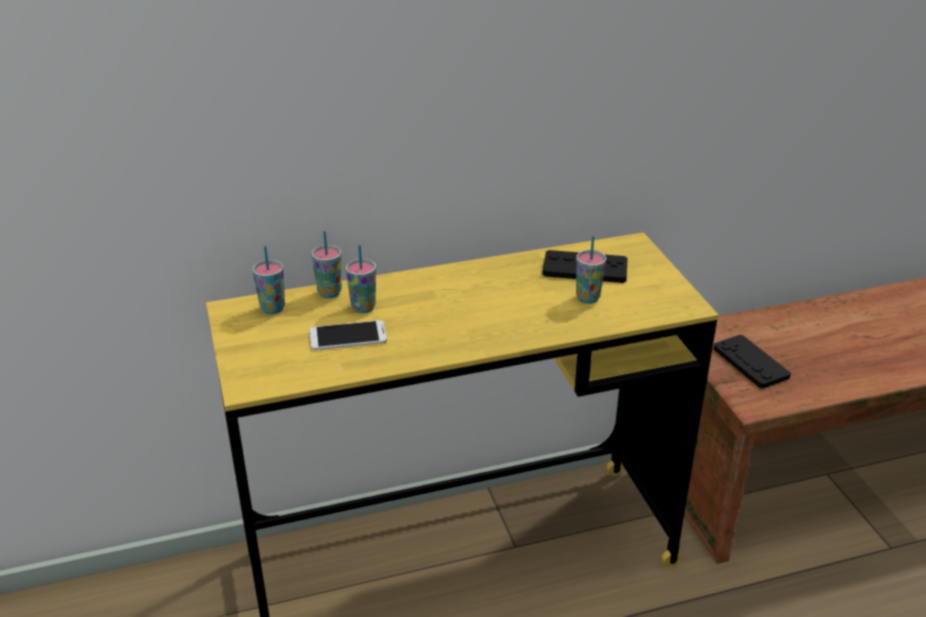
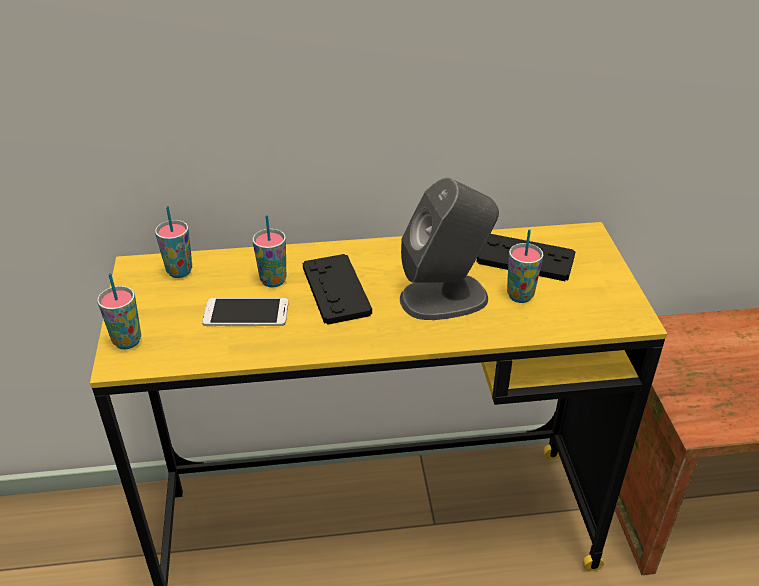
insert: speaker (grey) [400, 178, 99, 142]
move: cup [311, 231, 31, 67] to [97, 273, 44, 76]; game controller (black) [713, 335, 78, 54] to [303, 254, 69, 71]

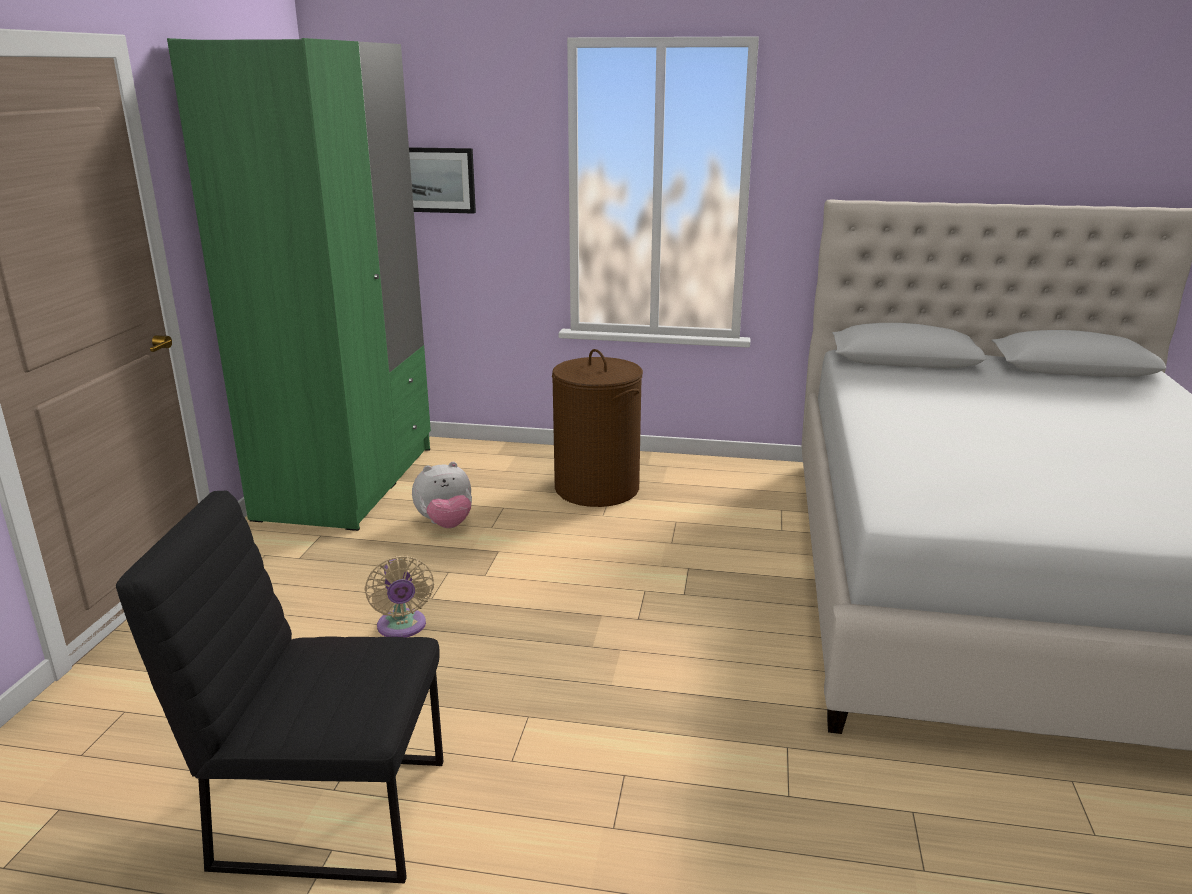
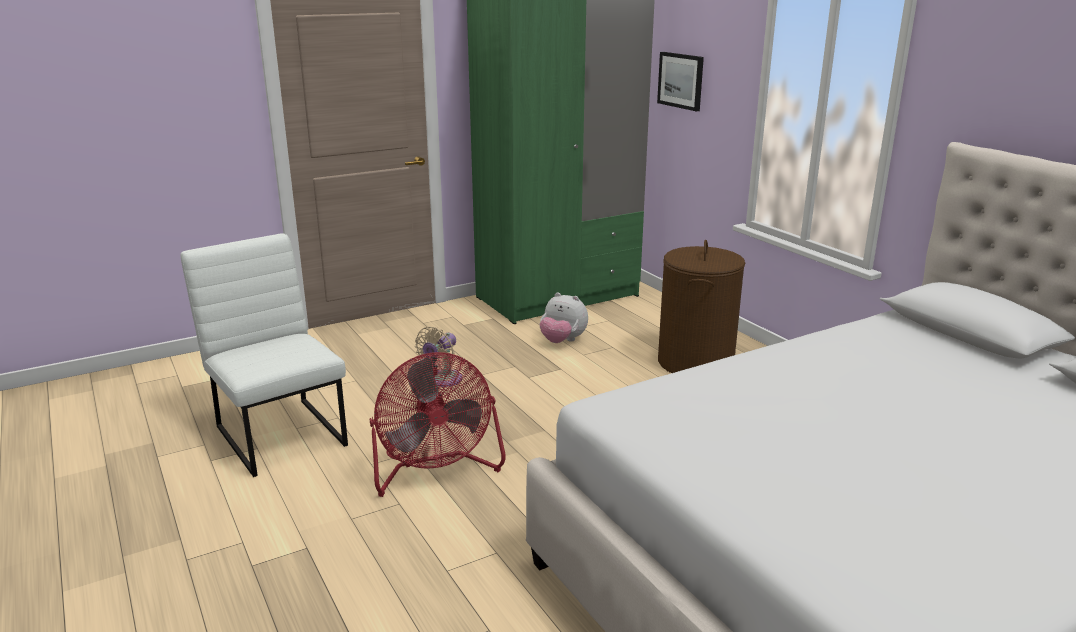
insert: fan (red) [370, 352, 136, 145]
recolor: chair (black) [116, 491, 327, 392] to chair (white) [181, 233, 167, 244]

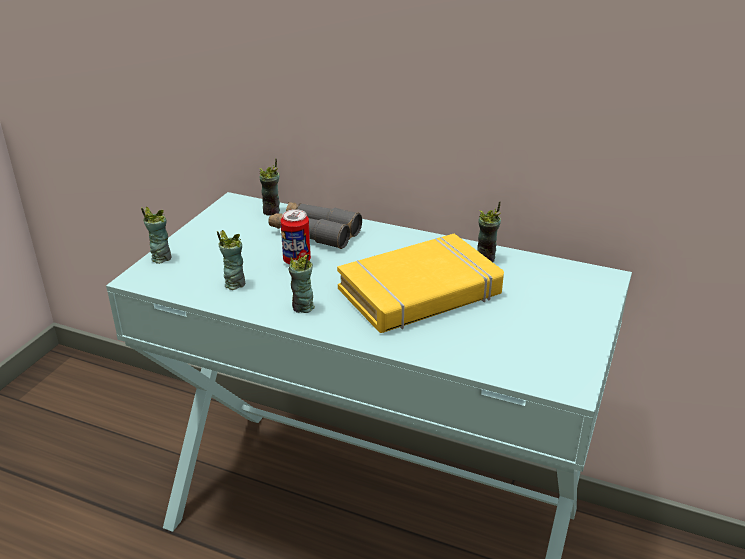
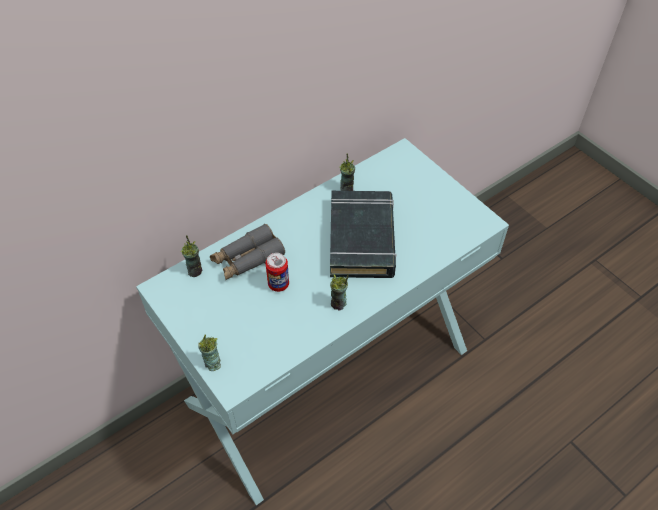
delete: cup [217, 230, 29, 60]
recolor: book (yellow) [337, 234, 167, 99] to book (black) [330, 191, 66, 87]

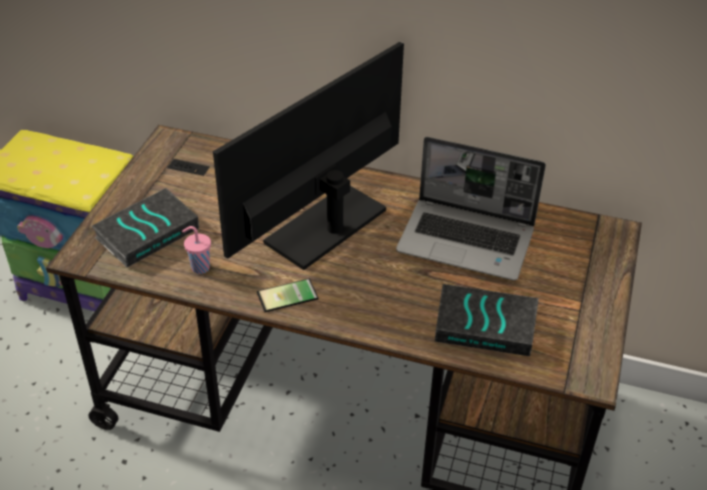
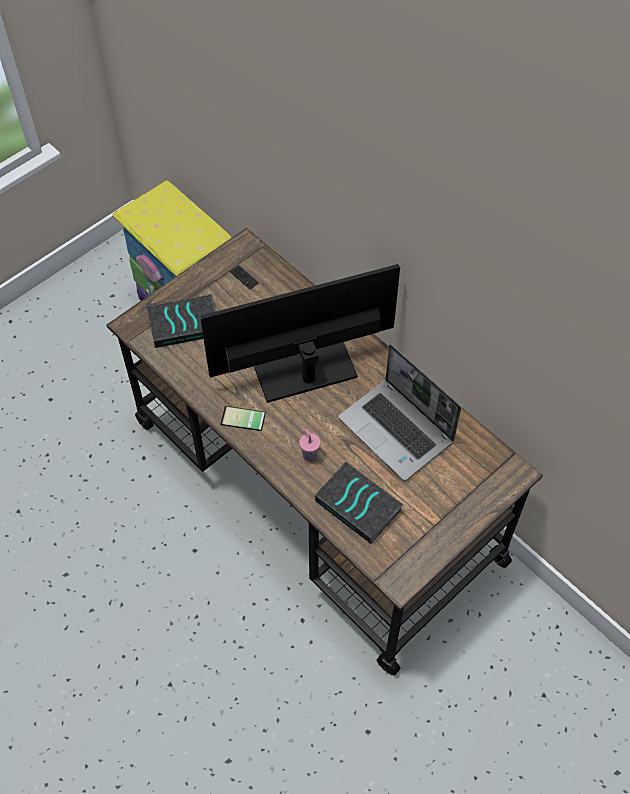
move: cup (pink) [182, 226, 29, 48] to [299, 429, 21, 33]

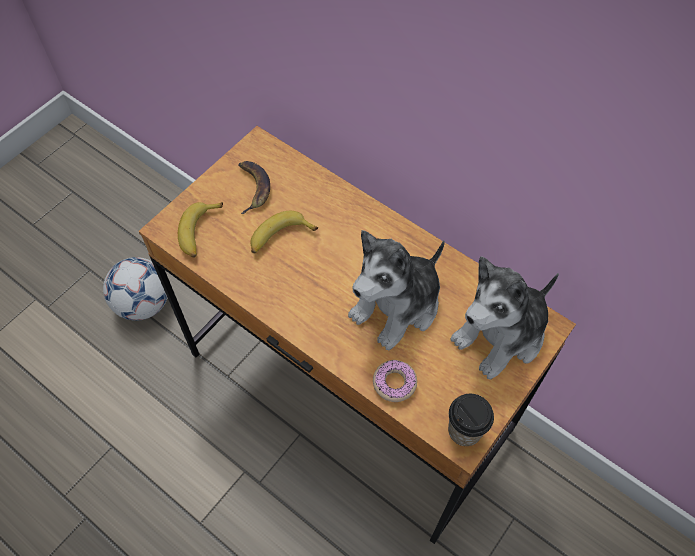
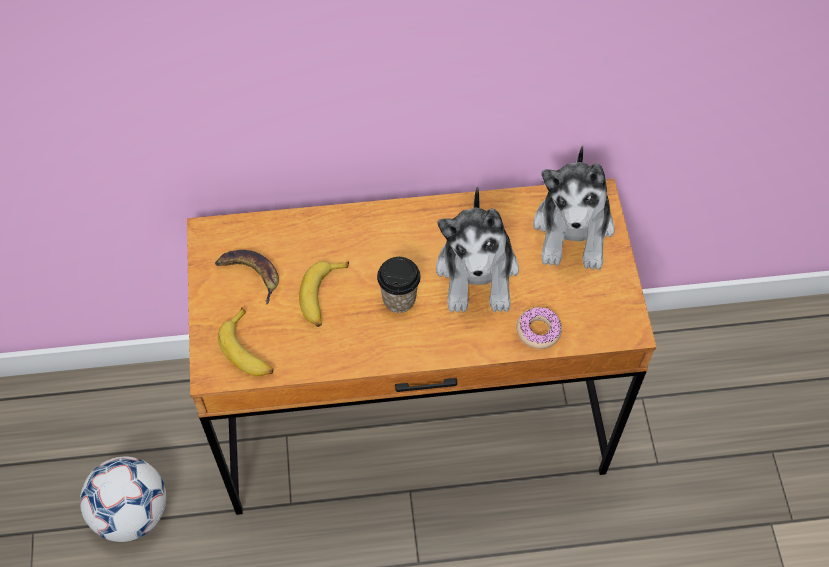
move: cup [448, 394, 46, 52] to [377, 257, 44, 56]

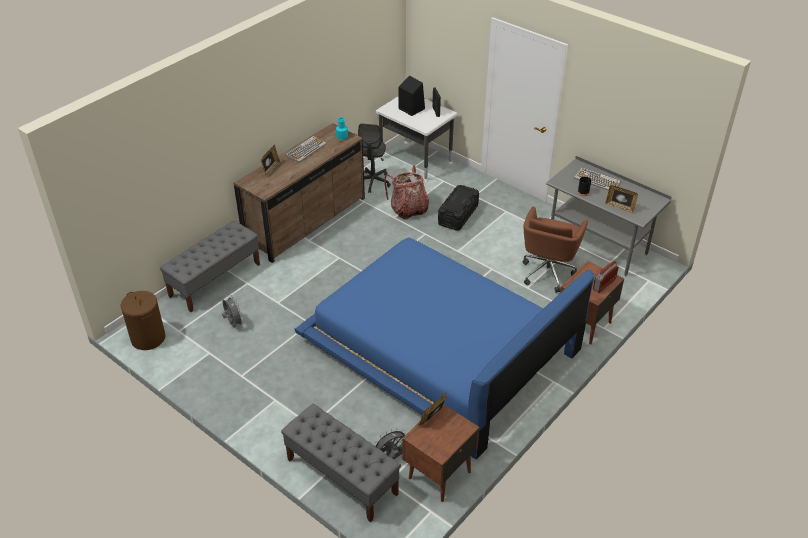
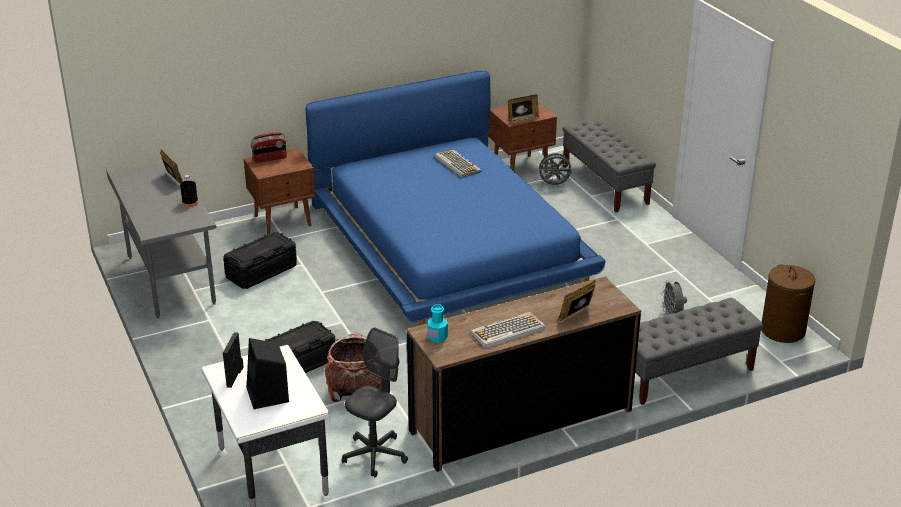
move: keyboard [574, 167, 47, 24] to [435, 150, 47, 28]
replace: office chair (brown) [523, 207, 65, 86] to storage box (black) [223, 232, 74, 57]

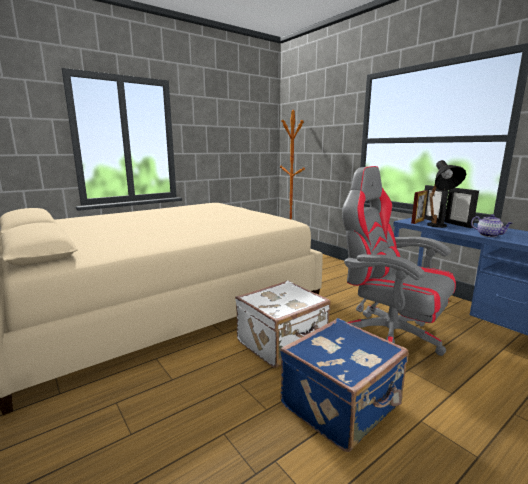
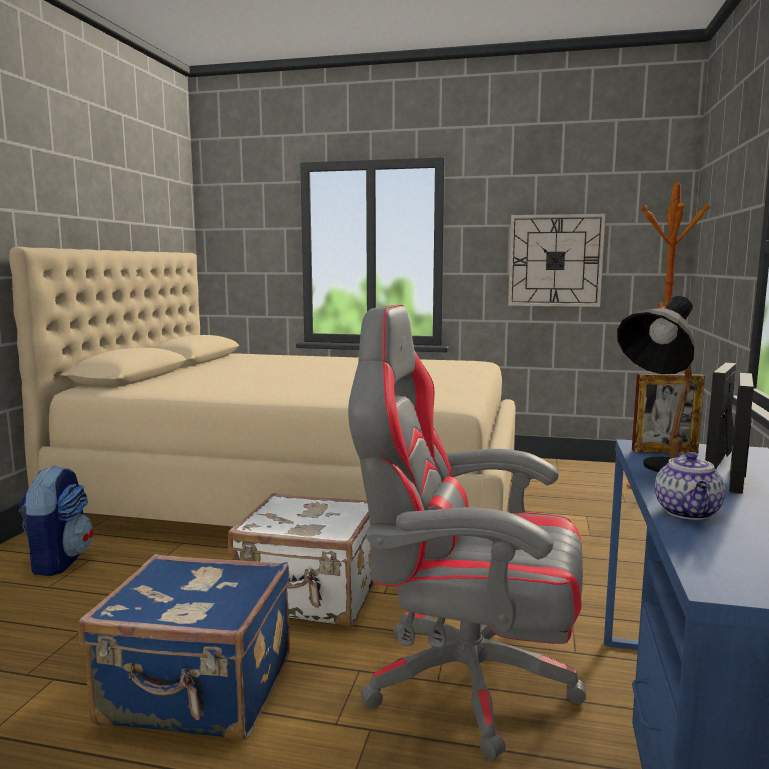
insert: backpack [18, 465, 76, 111]; wall clock [508, 214, 97, 93]
rotate: office chair (grey) [342, 166, 114, 190] = [348, 304, 238, 456] 75 degrees counterclockwise

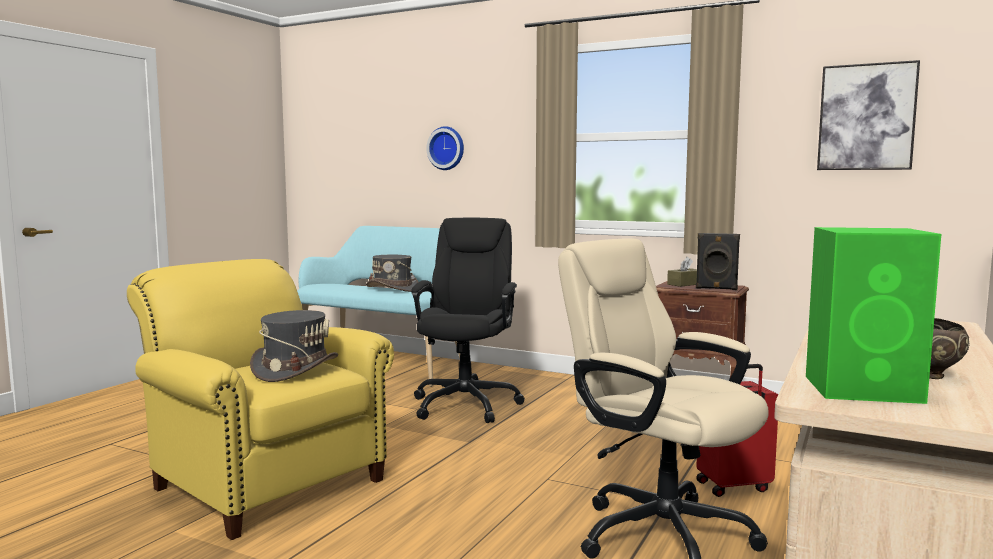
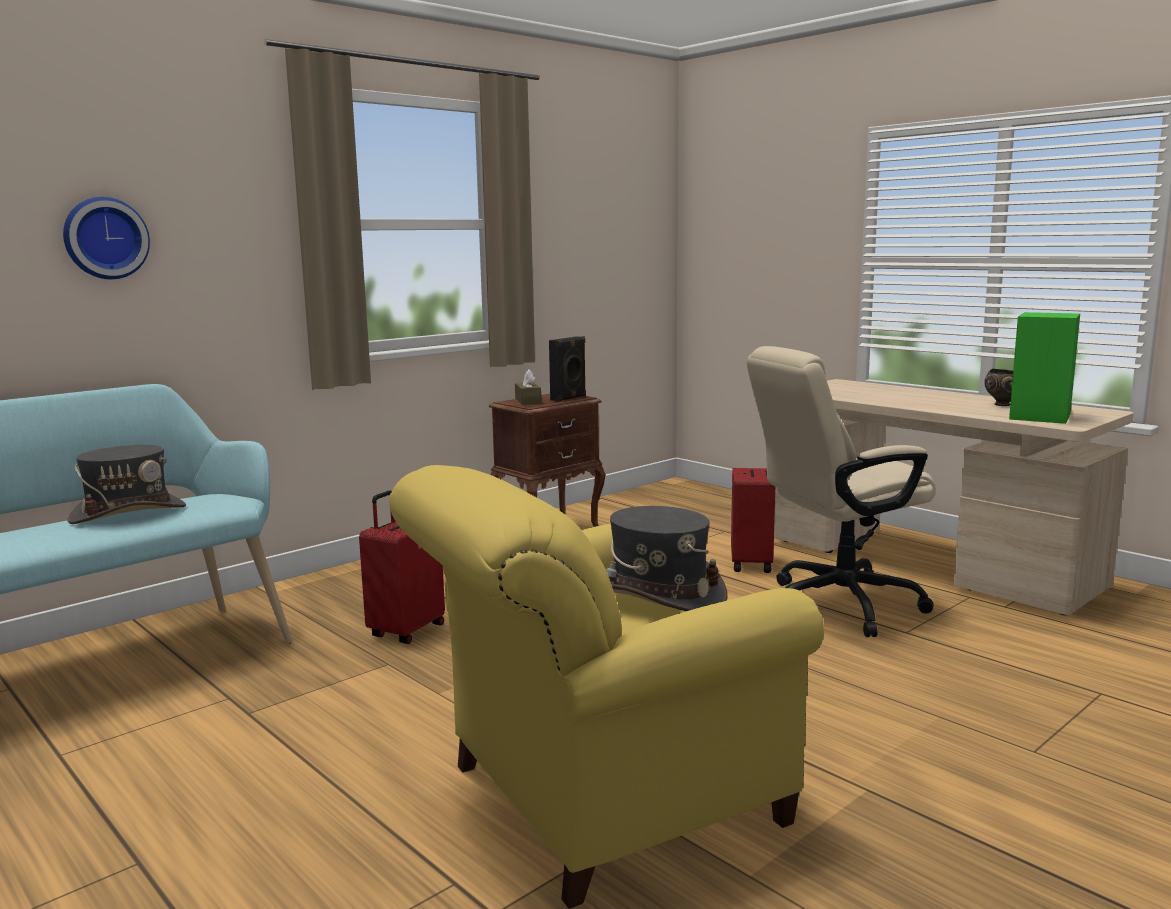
delete: picture [817, 60, 103, 110]
replace: office chair (black) [411, 218, 114, 205] to suitcase (red) [359, 491, 86, 153]

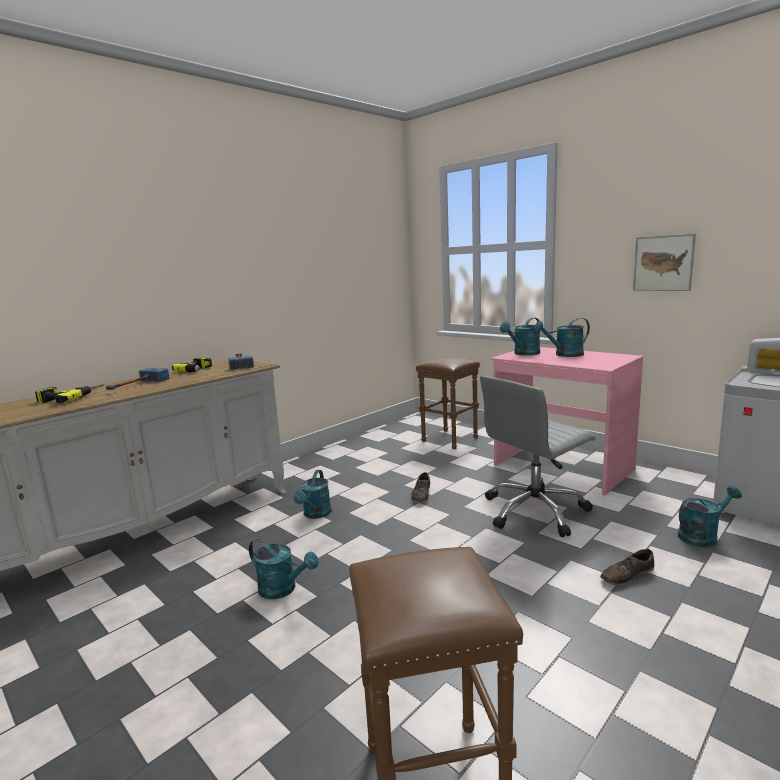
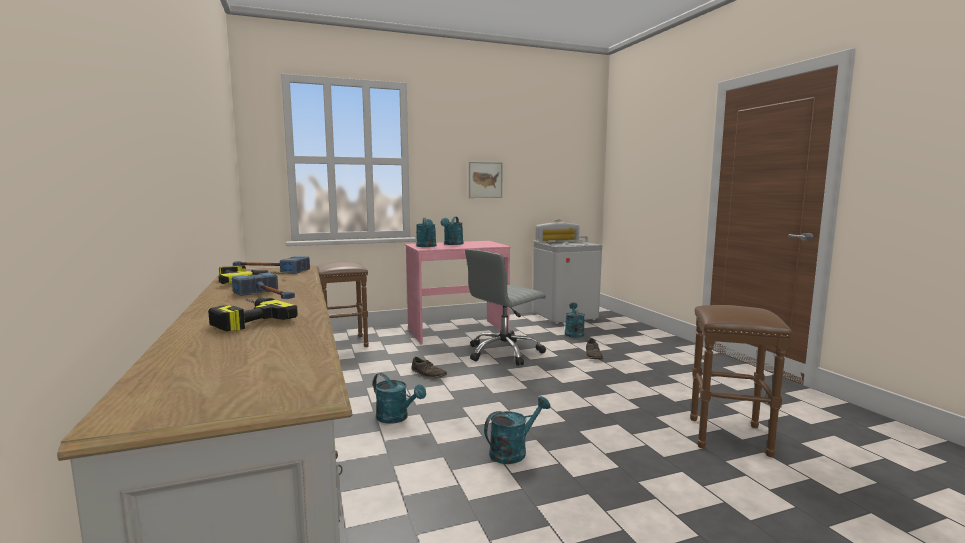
rotate: office chair (grey) [480, 376, 116, 161] = [465, 249, 81, 117] 60 degrees clockwise

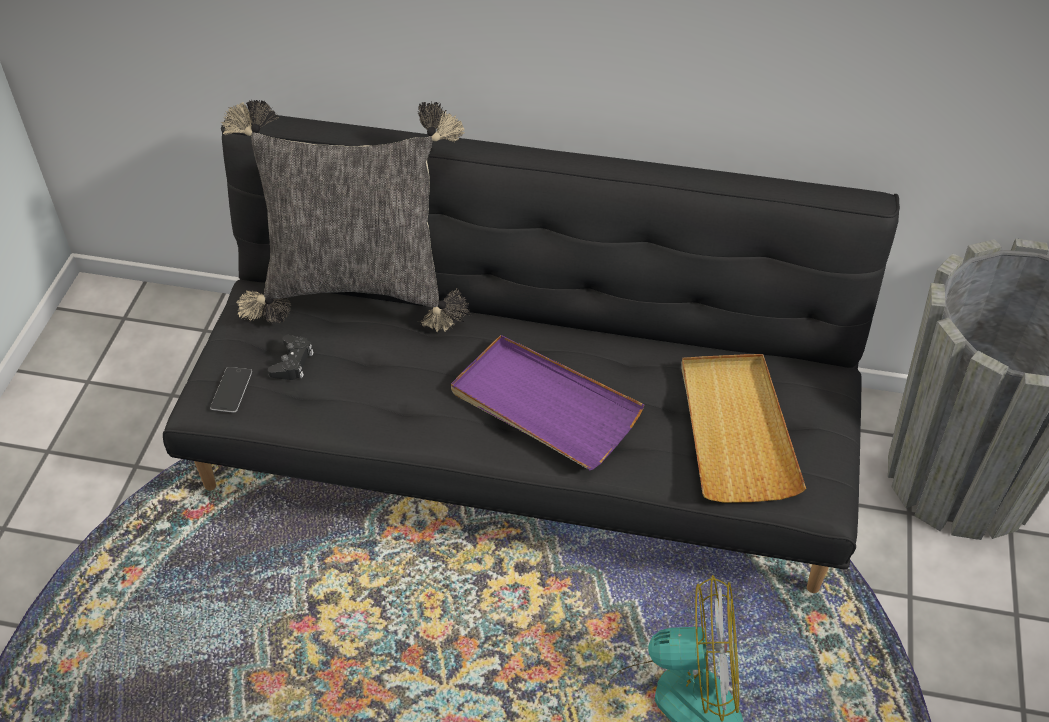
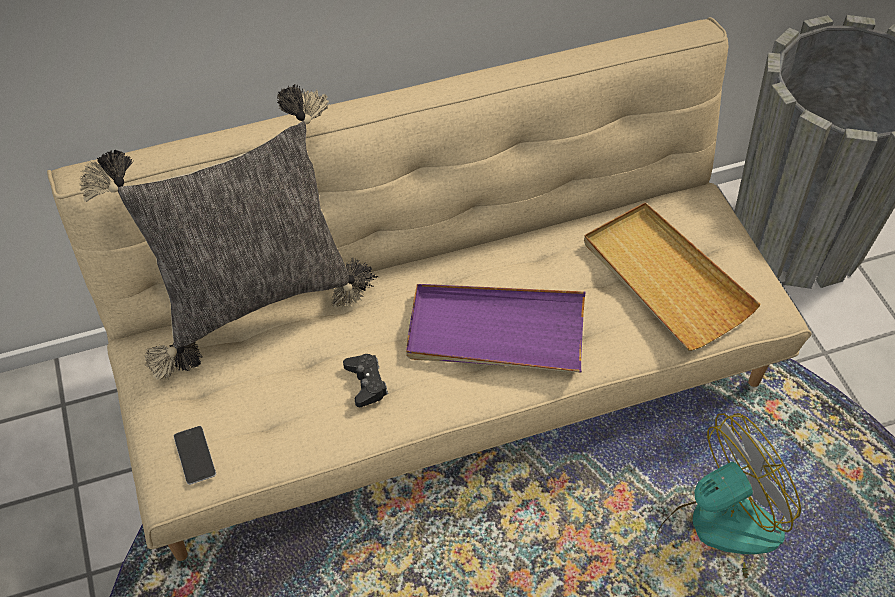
move: game controller (black) [268, 335, 46, 45] to [343, 354, 45, 53]
recolor: sofa (black) [163, 115, 737, 478] to sofa (beige) [47, 17, 765, 544]

